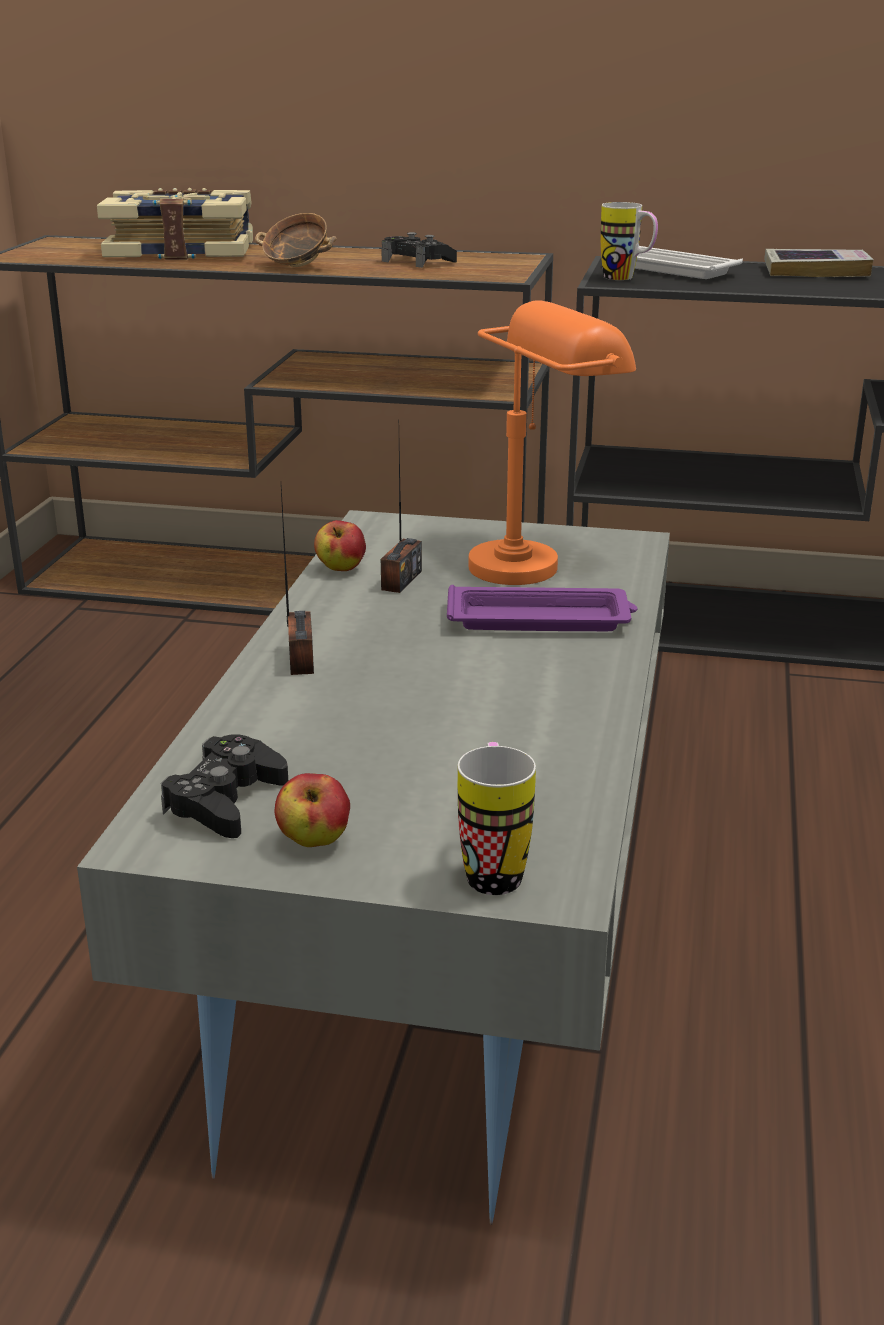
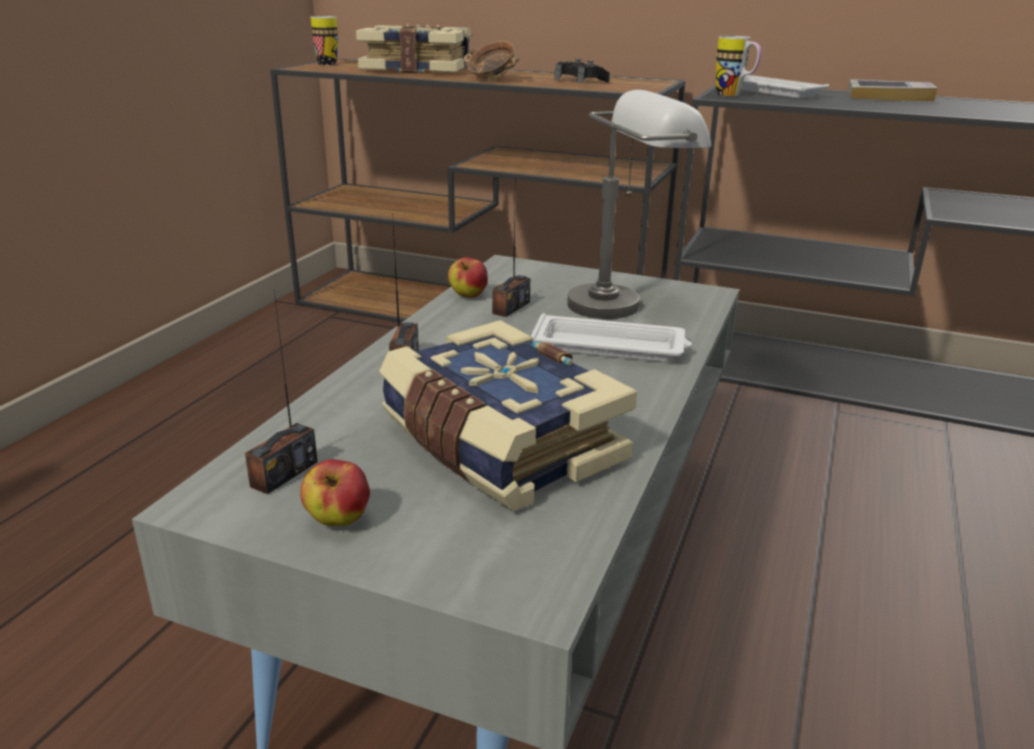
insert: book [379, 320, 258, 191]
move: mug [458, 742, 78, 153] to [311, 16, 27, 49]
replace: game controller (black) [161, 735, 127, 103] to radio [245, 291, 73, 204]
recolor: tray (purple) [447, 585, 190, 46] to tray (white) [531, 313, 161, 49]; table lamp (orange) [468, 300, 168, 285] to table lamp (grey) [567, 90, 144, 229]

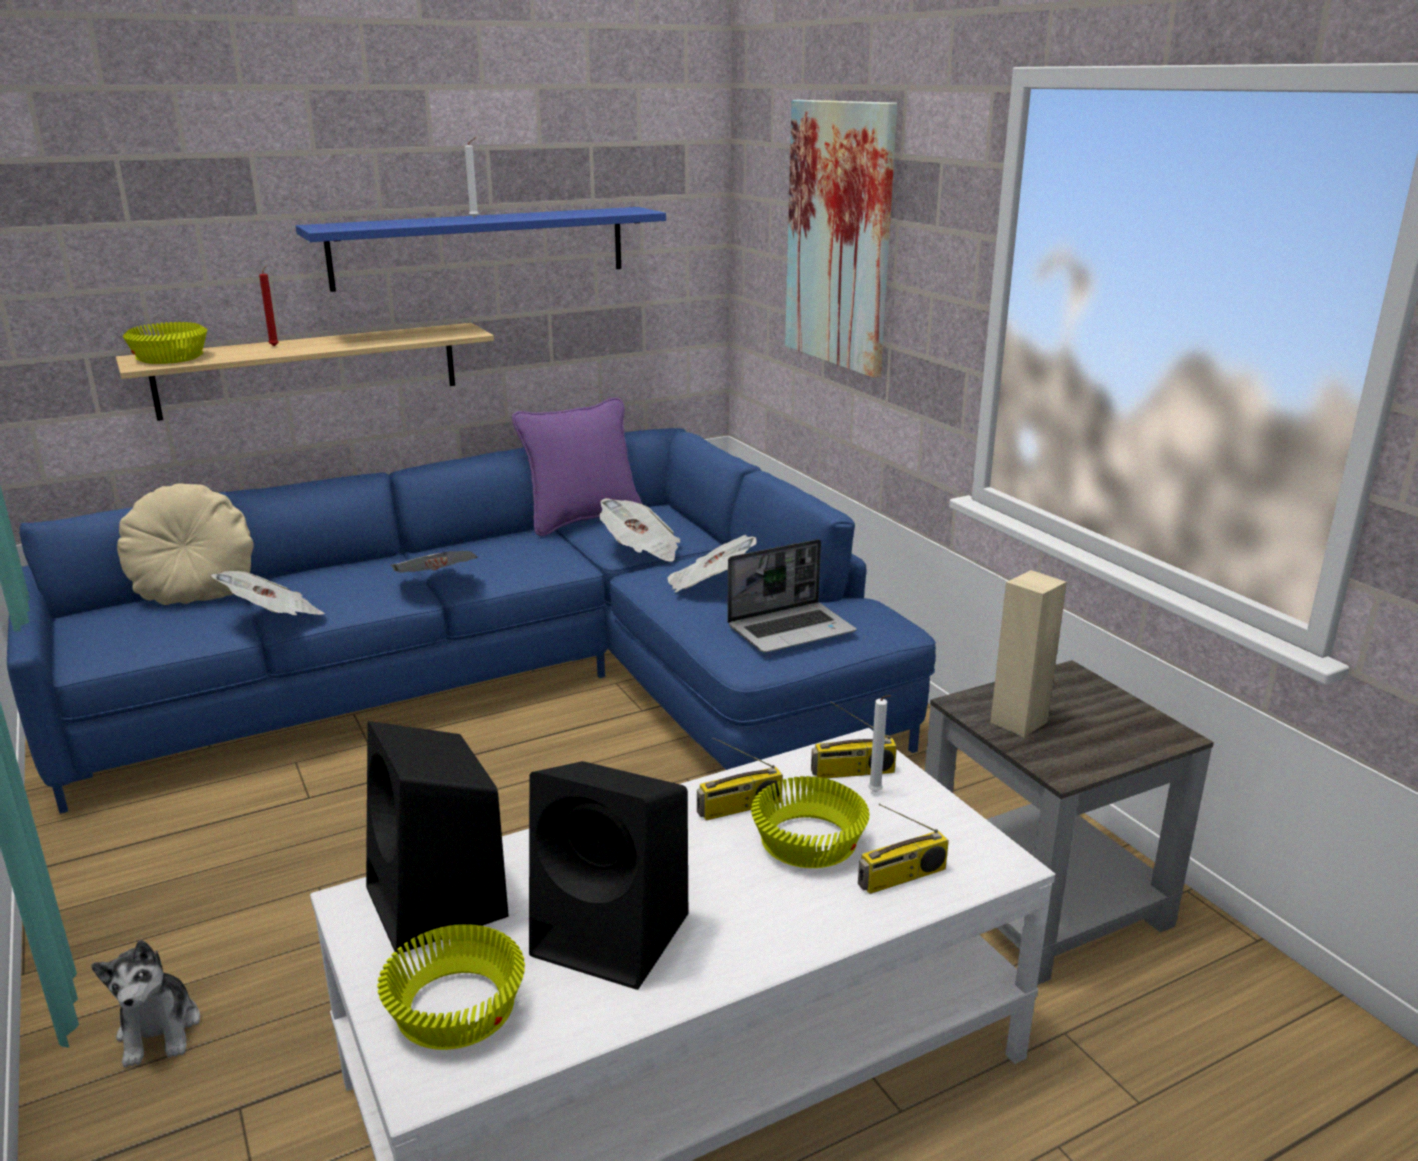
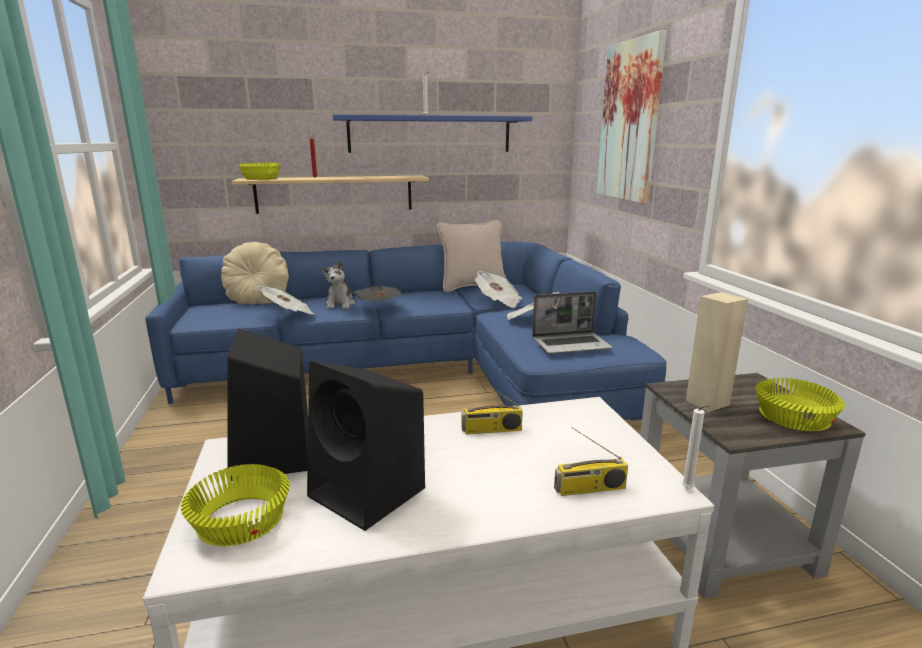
delete: radio [811, 701, 86, 78]
move: plush toy [91, 940, 109, 128] to [321, 260, 34, 49]; bowl (yellow) [751, 776, 119, 92] to [755, 378, 90, 53]; candle (white) [868, 695, 23, 97] to [682, 406, 27, 83]
recolor: pillow (purple) [512, 397, 131, 139] to pillow (beige) [437, 220, 69, 72]

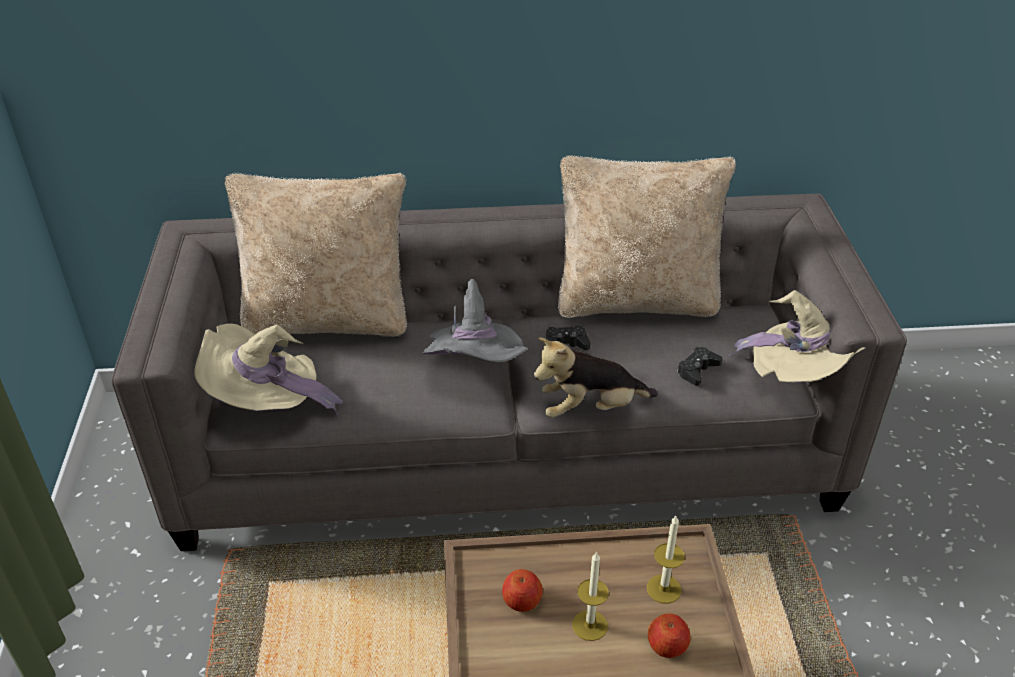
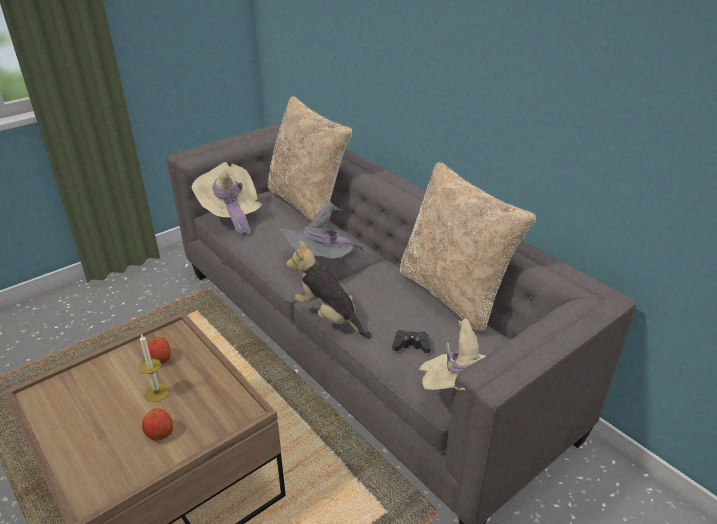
delete: game controller (black) [546, 326, 44, 24]; candle [647, 516, 38, 88]

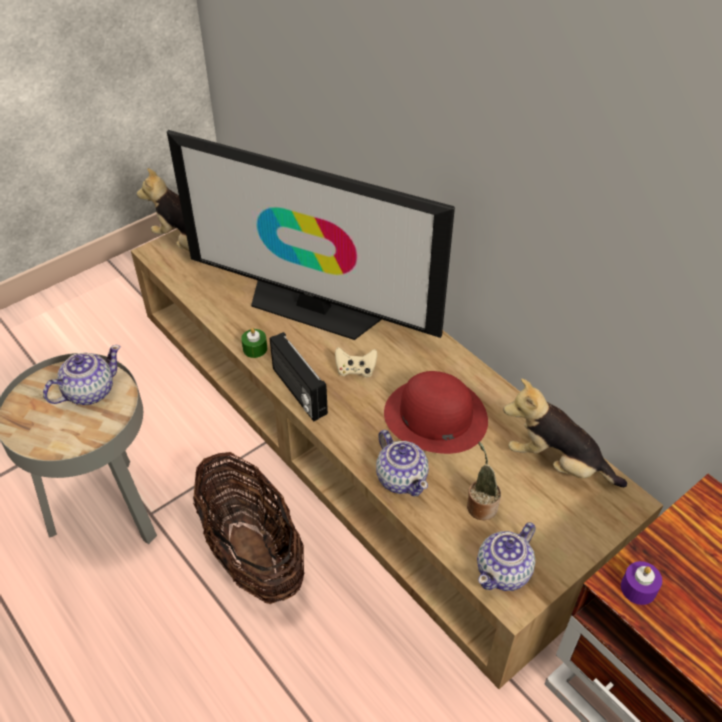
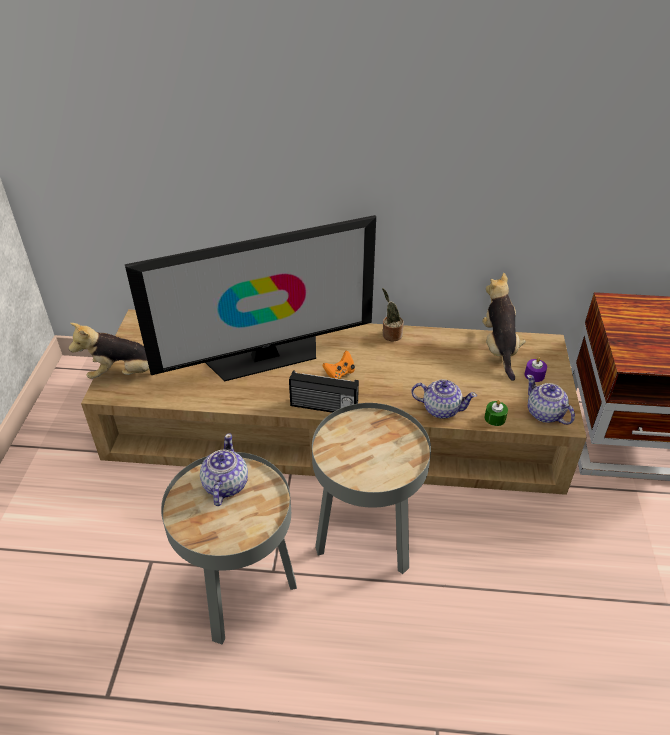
delete: hat (red) [384, 371, 104, 83]
move: candle (green) [241, 328, 26, 30] to [485, 400, 23, 26]; potted plant [467, 442, 34, 78] to [382, 288, 22, 54]; candle (purple) [621, 561, 41, 44] to [525, 357, 22, 25]
replace: basket [193, 452, 111, 152] to side table (grey) [312, 403, 119, 171]
recolor: game controller (beige) [335, 347, 42, 31] to game controller (orange) [323, 350, 32, 29]
rotate: teapot [477, 522, 59, 69] = [527, 375, 48, 50] 150 degrees clockwise; plush toy [503, 379, 124, 108] = [482, 273, 44, 108] 105 degrees clockwise

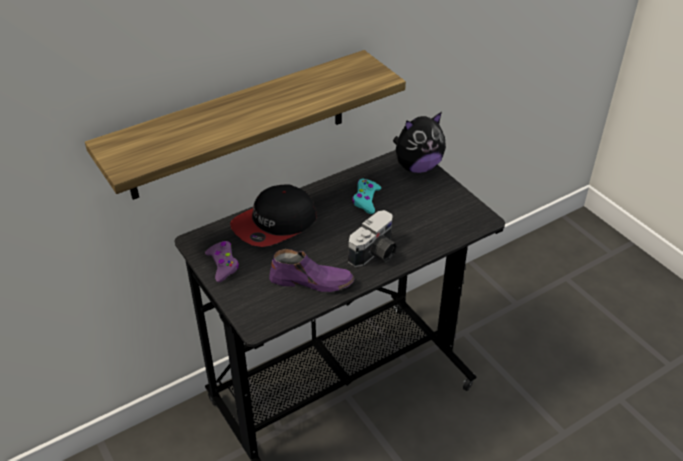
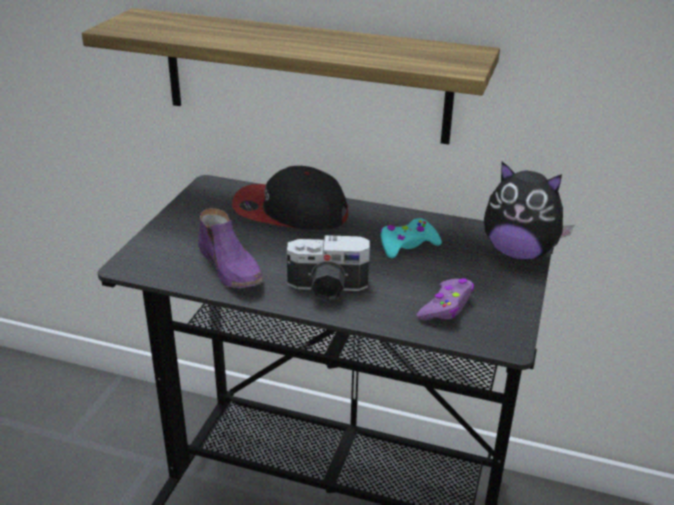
move: game controller (purple) [205, 241, 34, 41] to [416, 278, 58, 42]

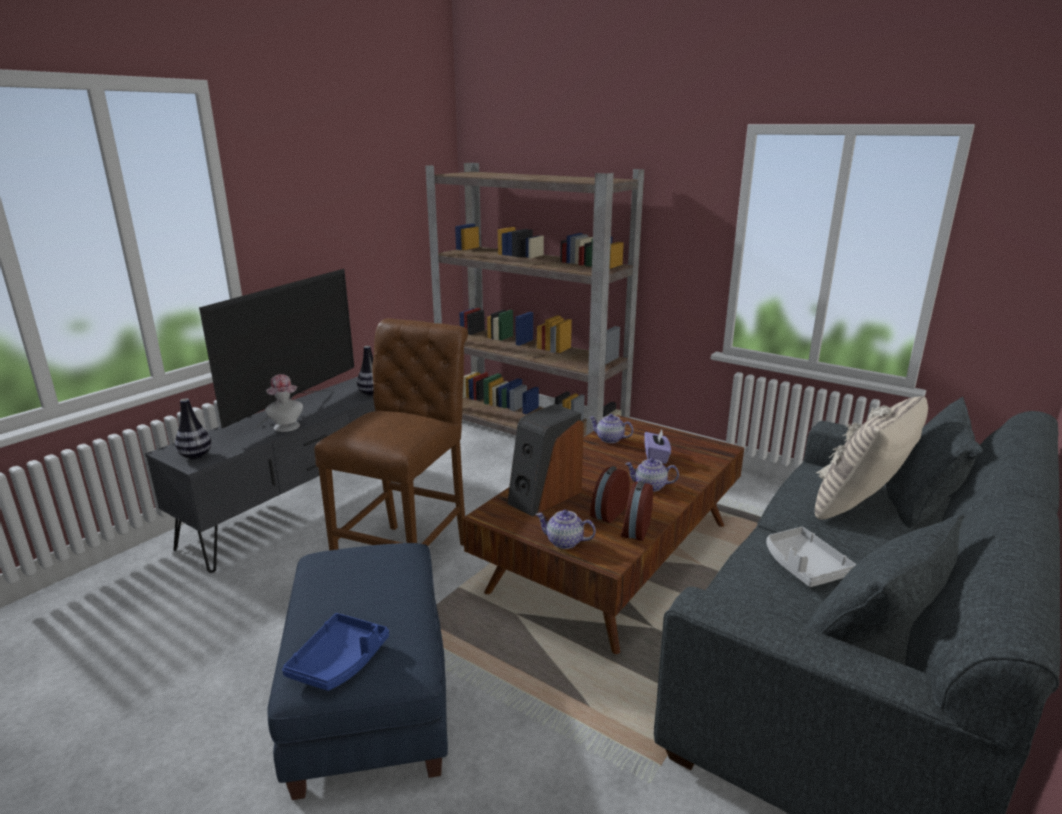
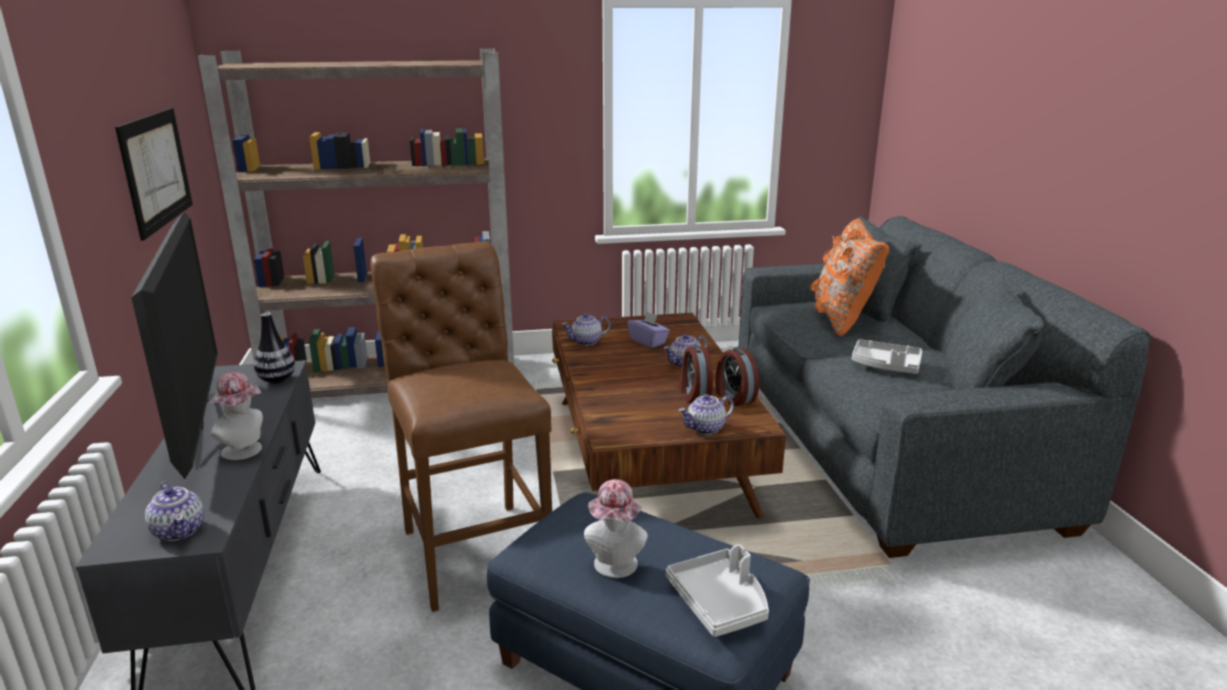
delete: speaker [507, 404, 77, 113]
insert: picture [115, 108, 78, 133]; hat [584, 479, 64, 99]
replace: vase [175, 398, 37, 61] to teapot [145, 481, 59, 60]
recolor: tray (blue) [282, 613, 107, 78] to tray (grey) [666, 544, 103, 93]; pillow (beige) [815, 396, 113, 123] to pillow (orange) [809, 218, 80, 118]

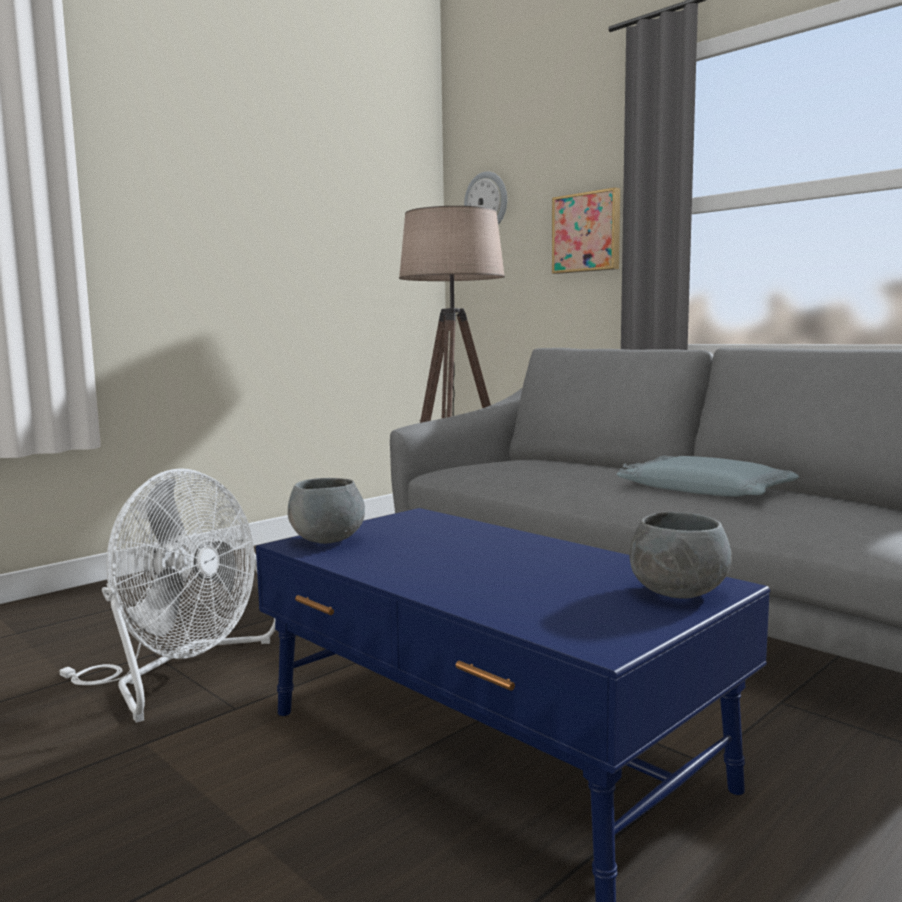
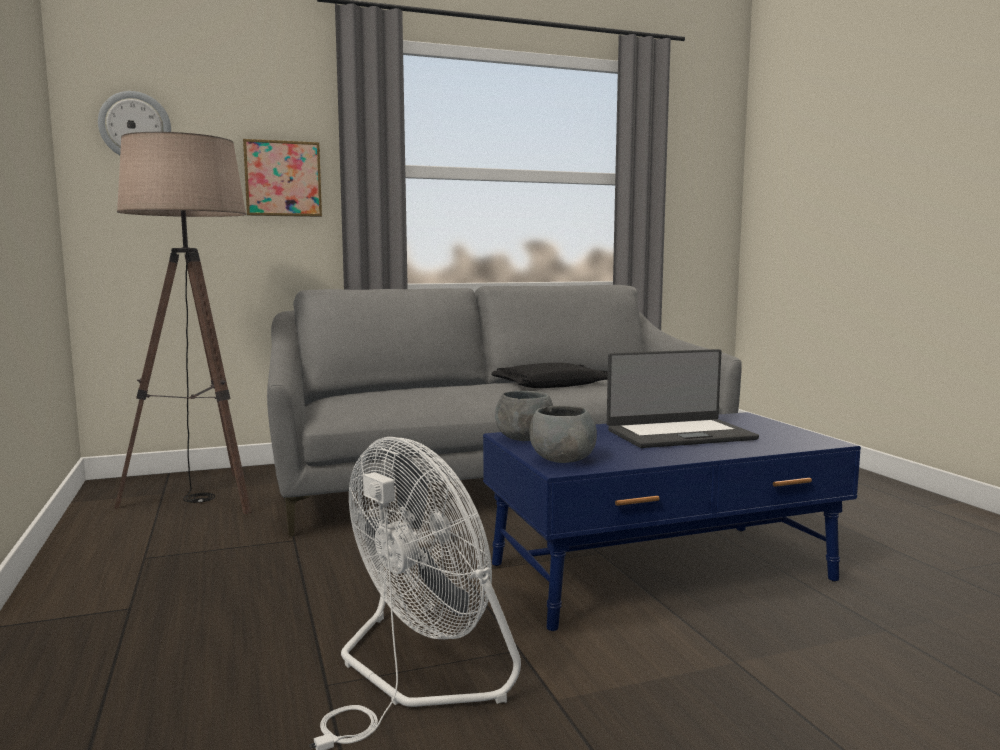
insert: laptop [607, 349, 152, 99]
move: bowl (grey) [629, 512, 103, 87] to [495, 391, 58, 50]
recolor: pillow (blue) [616, 455, 183, 42] to pillow (black) [491, 363, 117, 25]

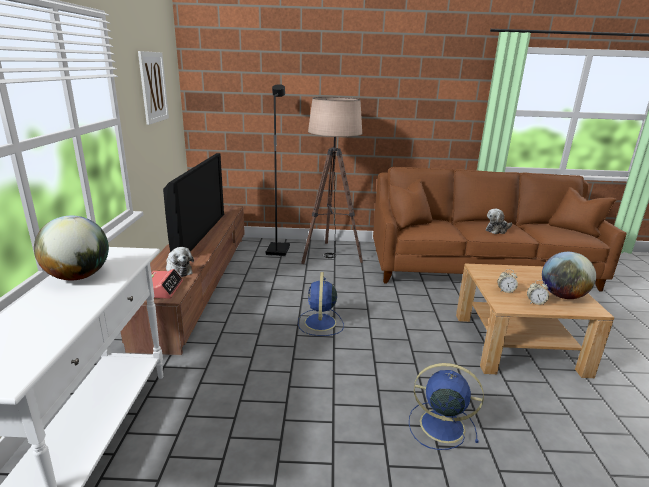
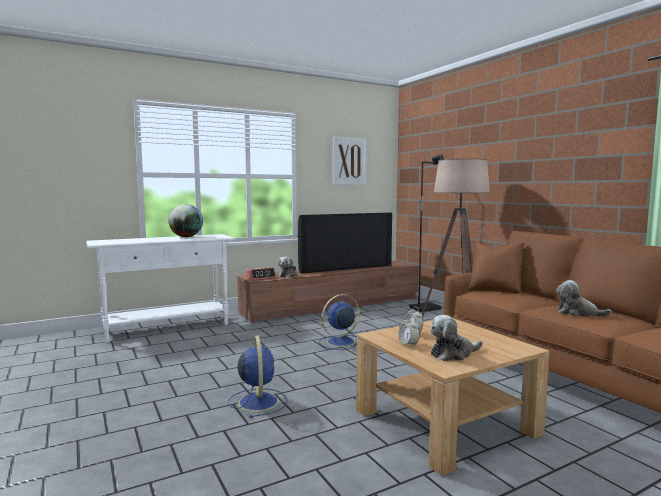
replace: globe [542, 252, 54, 47] to plush toy [430, 315, 53, 46]

